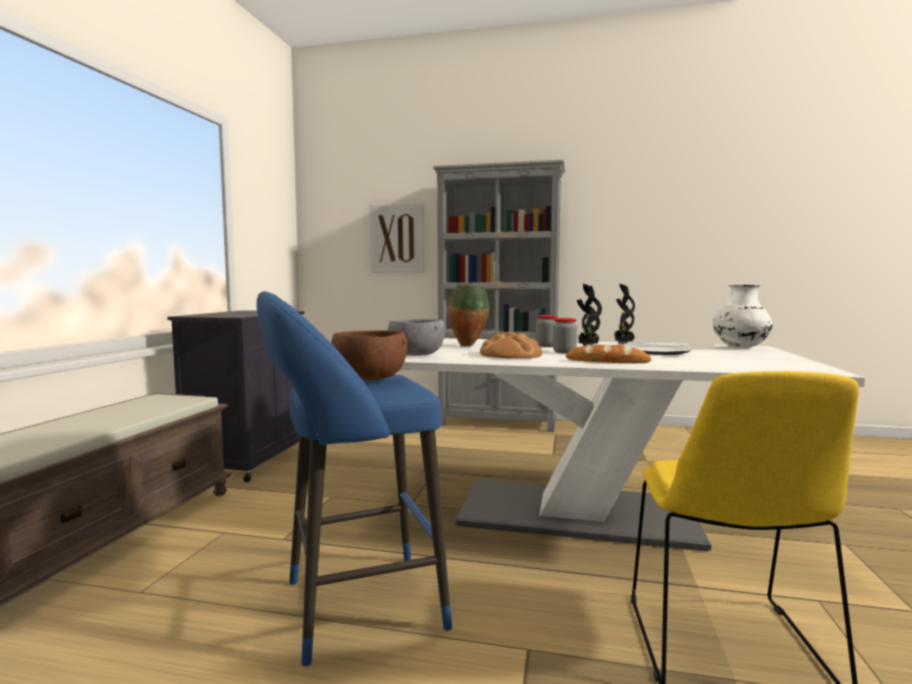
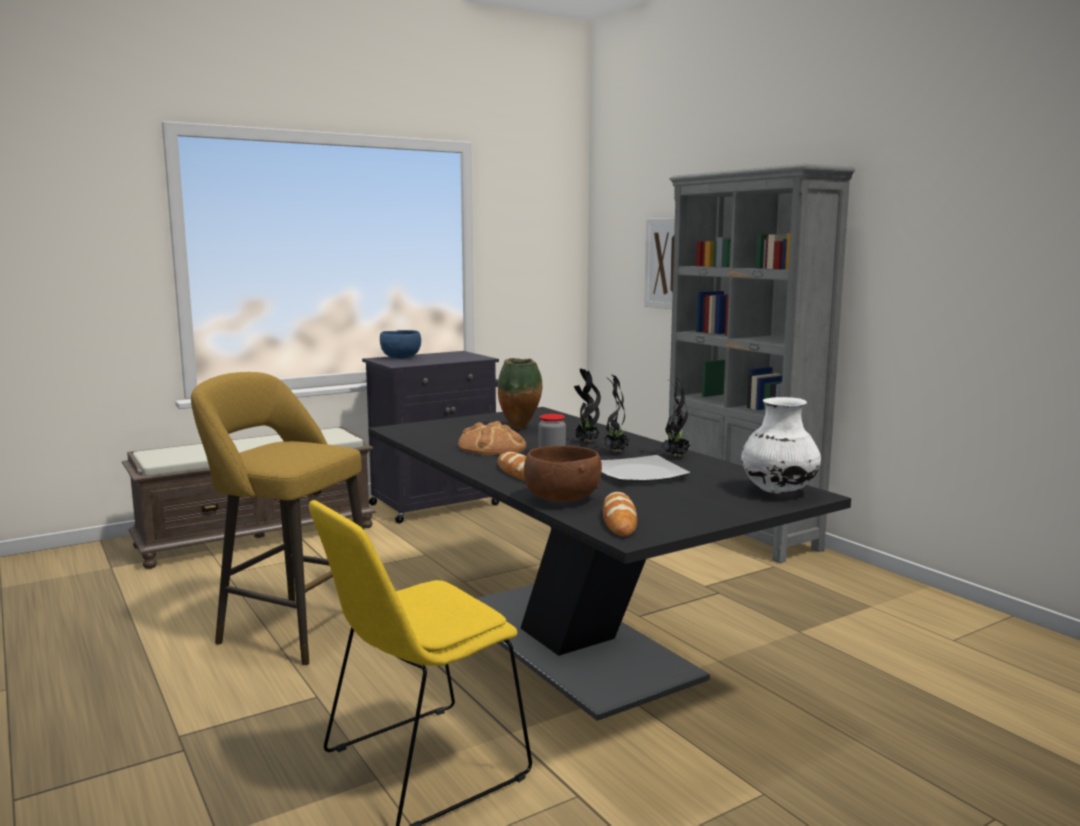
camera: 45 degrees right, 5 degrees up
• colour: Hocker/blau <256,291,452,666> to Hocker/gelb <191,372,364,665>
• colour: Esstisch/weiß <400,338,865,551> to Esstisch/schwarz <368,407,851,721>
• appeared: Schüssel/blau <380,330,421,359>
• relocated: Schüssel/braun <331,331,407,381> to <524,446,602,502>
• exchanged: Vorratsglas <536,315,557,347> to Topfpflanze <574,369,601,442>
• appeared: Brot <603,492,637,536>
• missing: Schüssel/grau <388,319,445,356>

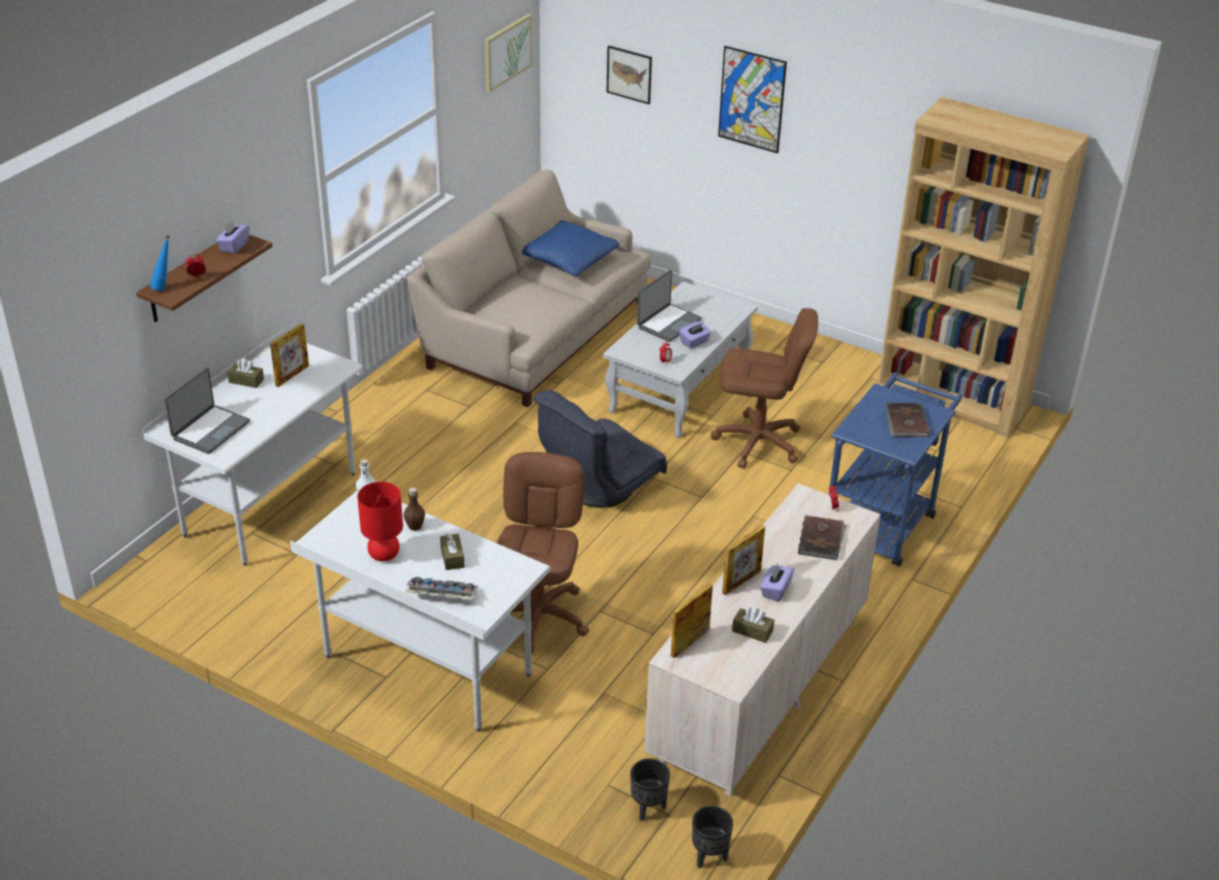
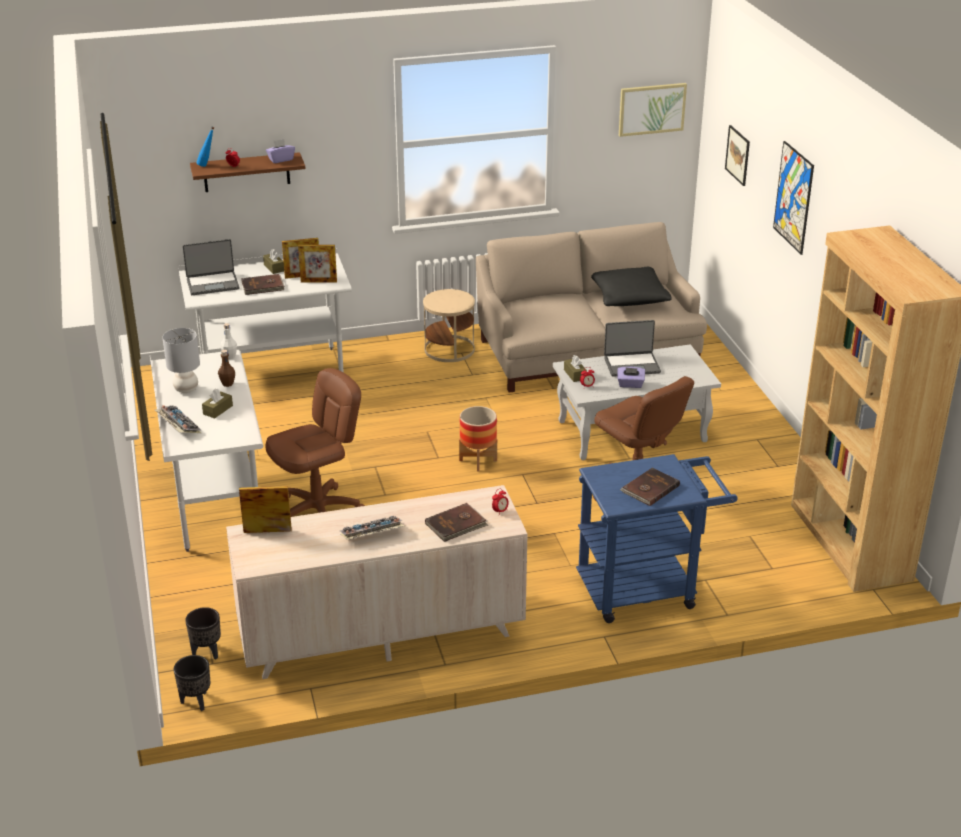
camera: 45 degrees right, 5 degrees down
• colour: Tischlampe/rot <357,482,403,562> to Tischlampe/grau <162,328,200,393>
• appeared: Buch/braun <241,274,285,295>
• relocated: Bilderrahmen <722,525,765,595> to <298,245,337,283>
• exchanged: Taschentuchbox/lila <760,563,794,602> to Tastatur <340,516,404,540>
• appeared: Beistelltisch/beige <423,289,475,362>
• exchanged: Sessel/grau <533,390,667,508> to Pflanzkübel <459,406,497,471>
• relocated: Taschentuchbox/braun <732,607,774,643> to <564,355,587,382>
• colour: Kissen/blau <522,220,619,276> to Kissen/schwarz <591,267,671,306>

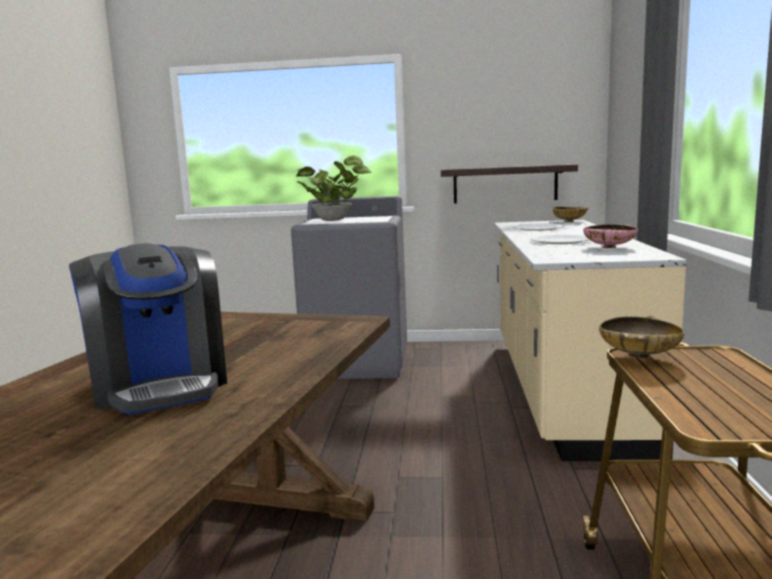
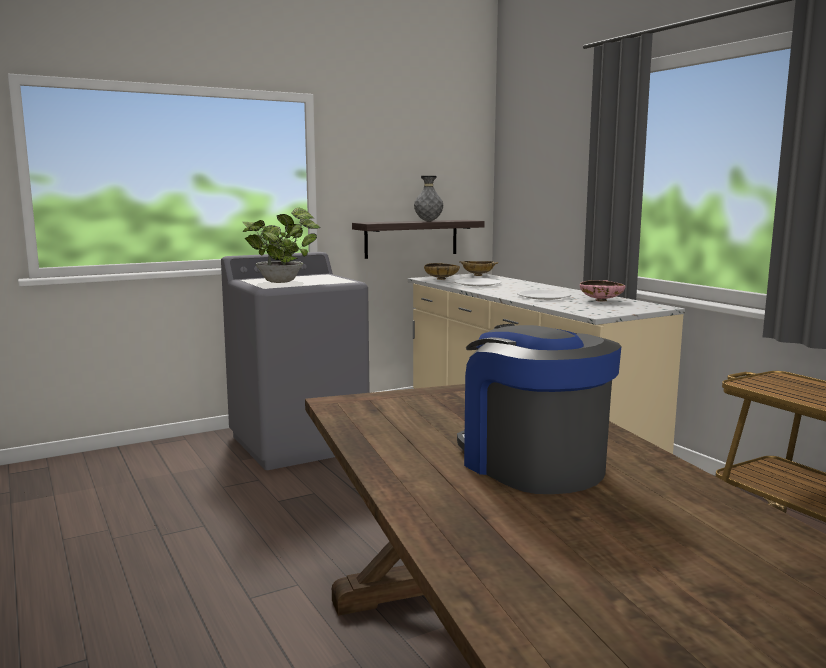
camera: 35 degrees left, 0 degrees up
• appeared: Vase/grau <414,176,443,221>
• relocated: Schüssel/beige <599,316,684,359> to <424,263,460,280>
• spun: Kaffeemaschine <69,243,227,415> = <457,324,622,494> 150 degrees counterclockwise

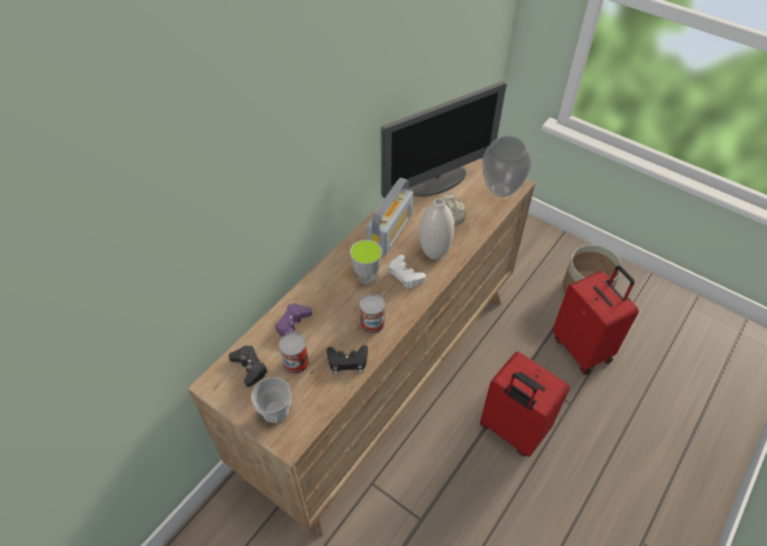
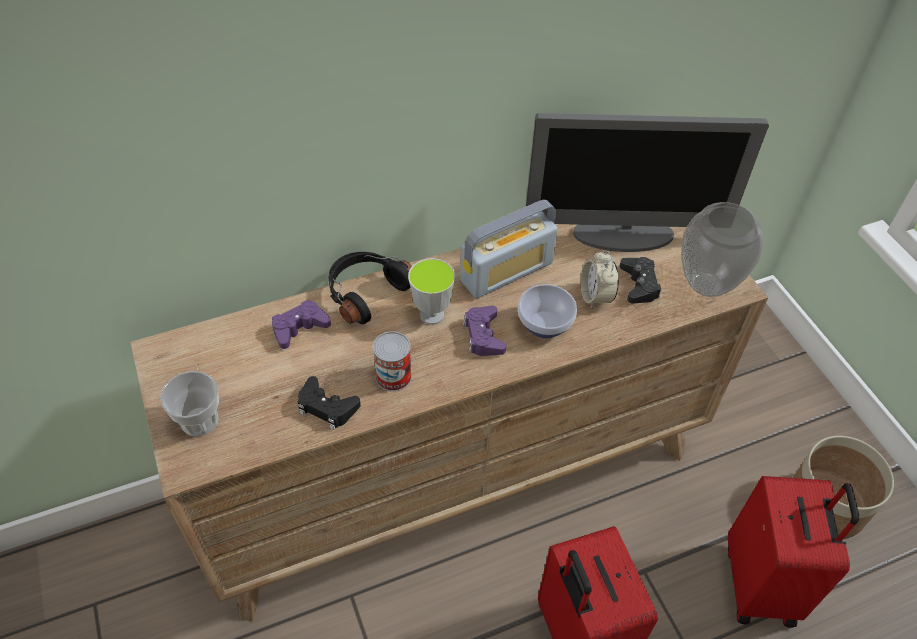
camera: 30 degrees right, 0 degrees up
• appeared: Kopfhörer/schwarz <329,252,412,324>
• colour: Gamepad/weiß <388,255,426,289> to Gamepad/lila <463,305,506,356>
• exchanged: Vase/weiß <419,198,454,260> to Schüssel <518,284,577,338>
• relocated: Gamepad/schwarz <228,346,268,387> to <620,257,661,304>
• missing: Dose <279,333,309,374>

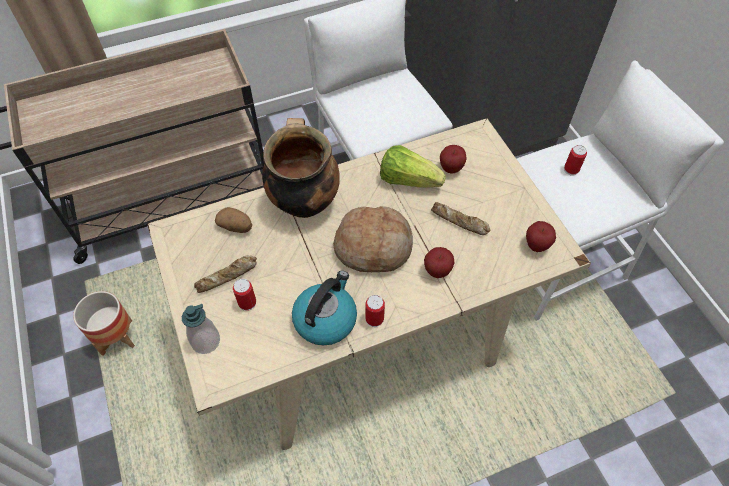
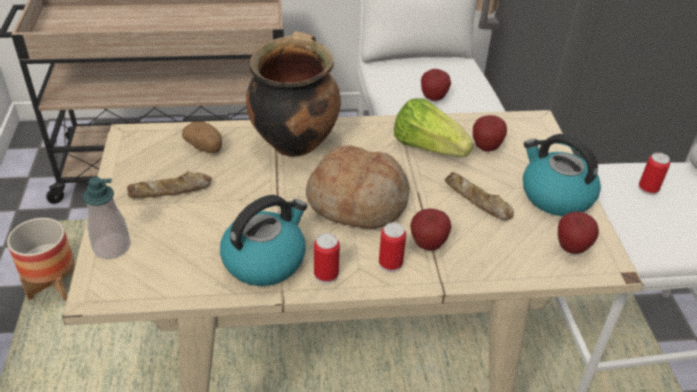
camera: 15 degrees right, 15 degrees down
• relocated: Dose <233,279,256,311> to <379,222,406,272>
• appeared: Apfel <421,69,451,101>
• appeared: Wasserkessel <523,134,601,216>

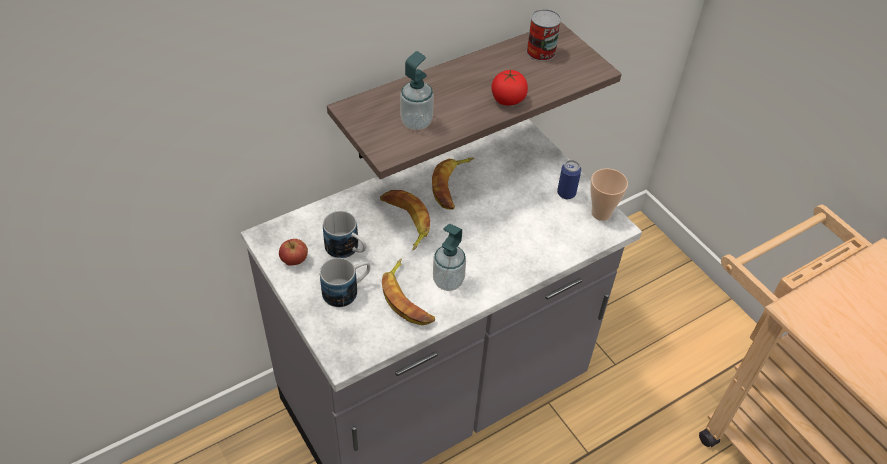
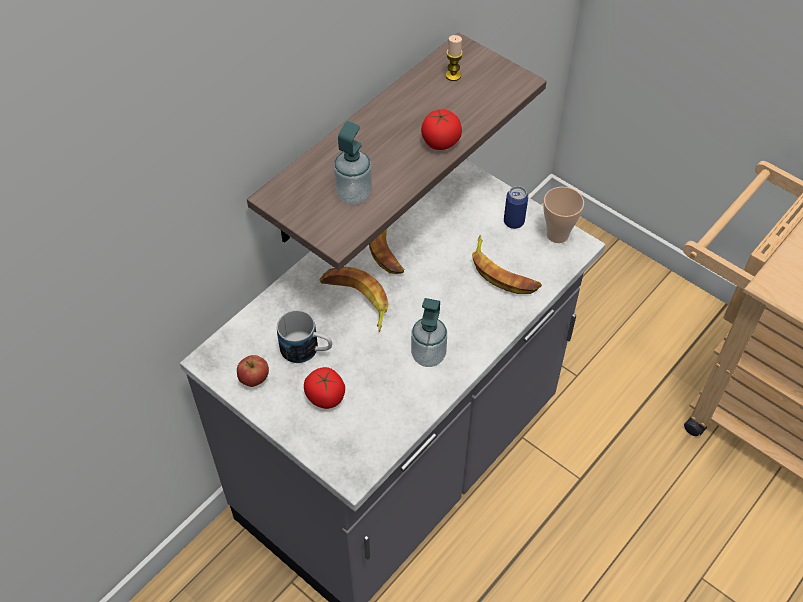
camera: 15 degrees left, 5 degrees up
• exchanged: Henkelbecher <320,258,371,307> to Tomate <304,367,345,409>
• exchanged: Dose <527,9,561,61> to Kerze <445,35,463,81>
• relocated: Banane <382,258,435,325> to <472,235,542,294>

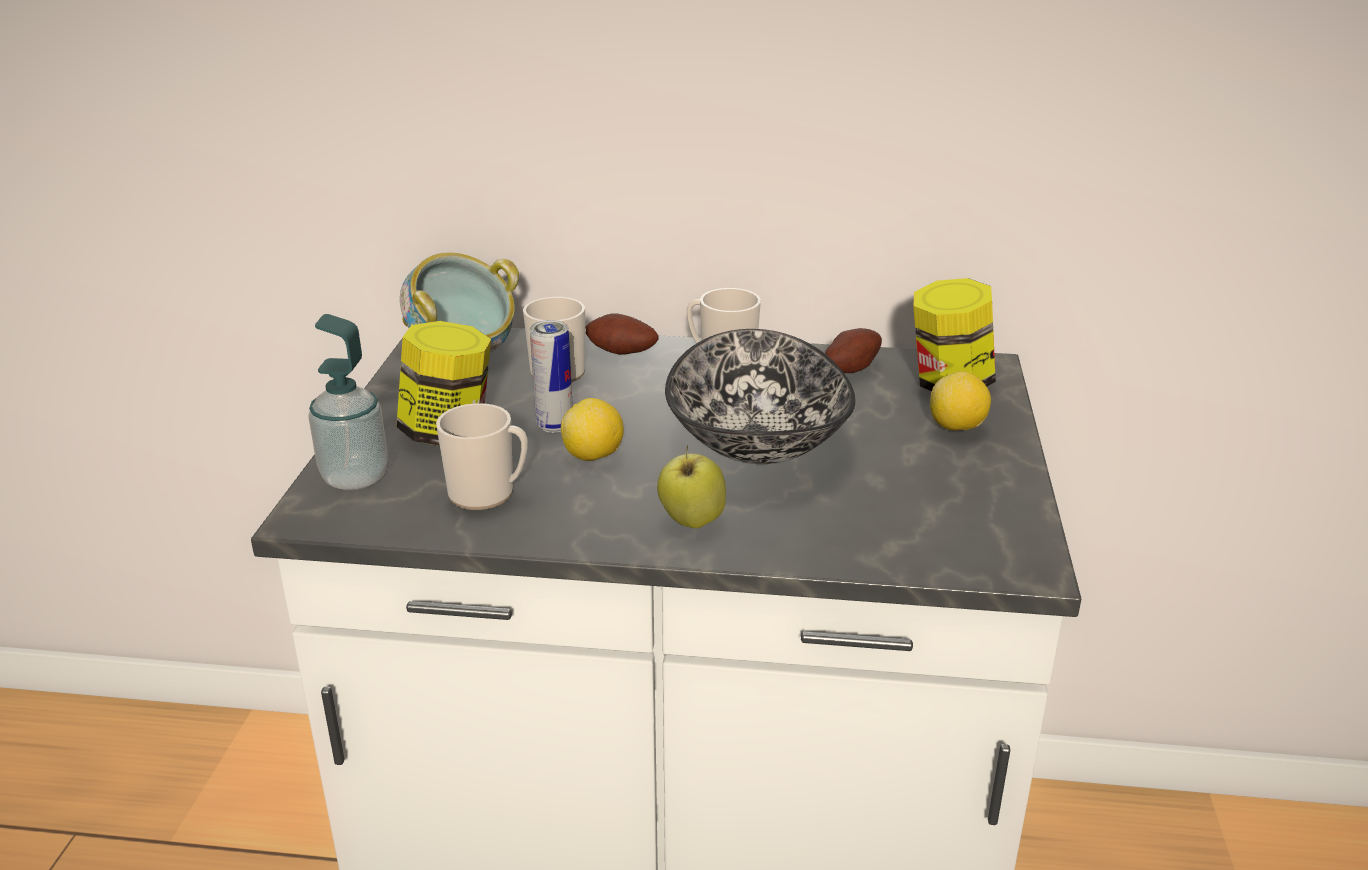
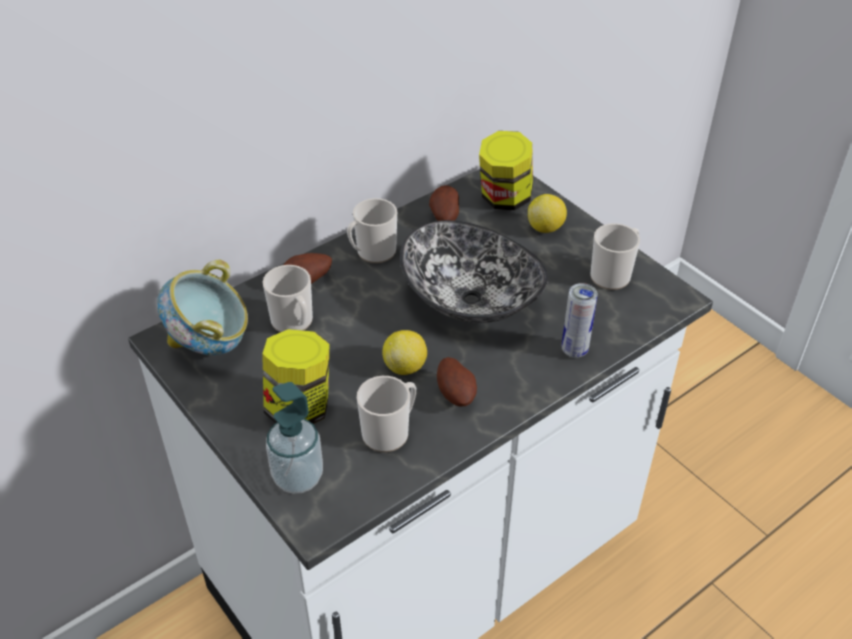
camera: 45 degrees left, 15 degrees up
• appeared: Kartoffel <437,357,477,407>
• relocated: Dose <530,320,573,433> to <562,283,598,358>
• appeared: Henkelbecher <590,223,640,290>
• missing: Apfel <657,445,726,528>

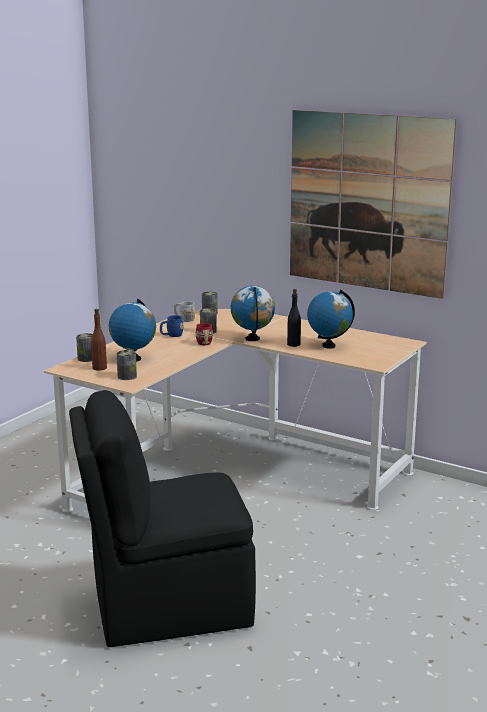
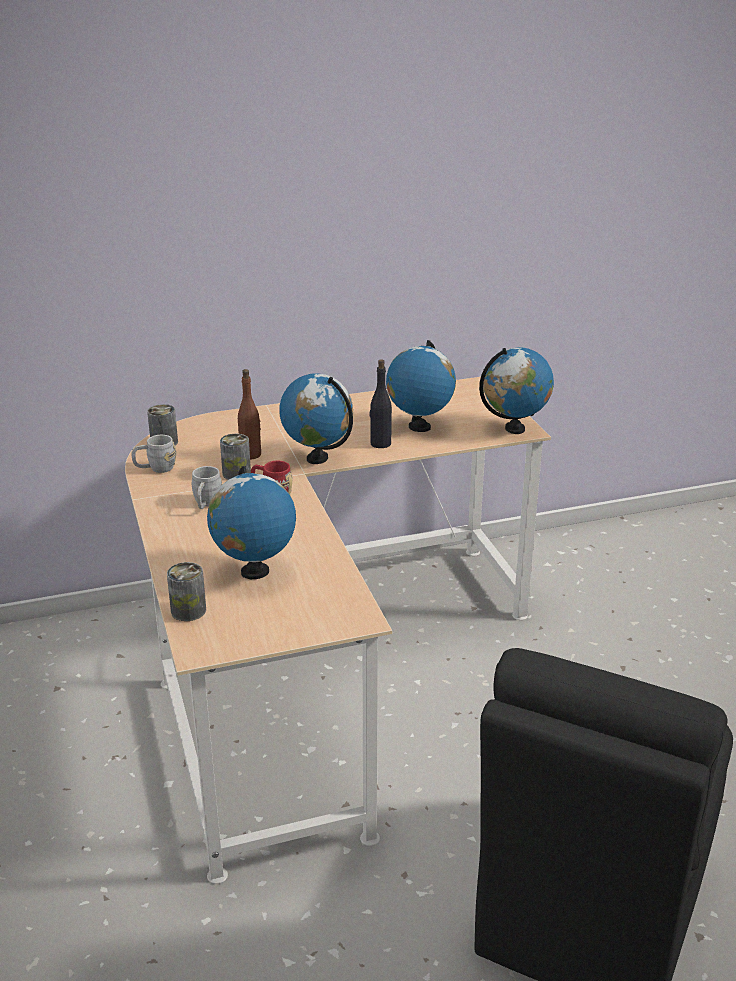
camera: 50 degrees left, 10 degrees up
• colour: Henkelbecher/blau <160,315,184,337> to Henkelbecher/grau <191,466,222,509>
• relocated: Flasche/braun <91,309,107,371> to <238,369,261,460>
• appeared: Globus <479,347,554,434>
• missing: Dose <117,350,137,380>
• missing: Bild <290,110,456,299>

